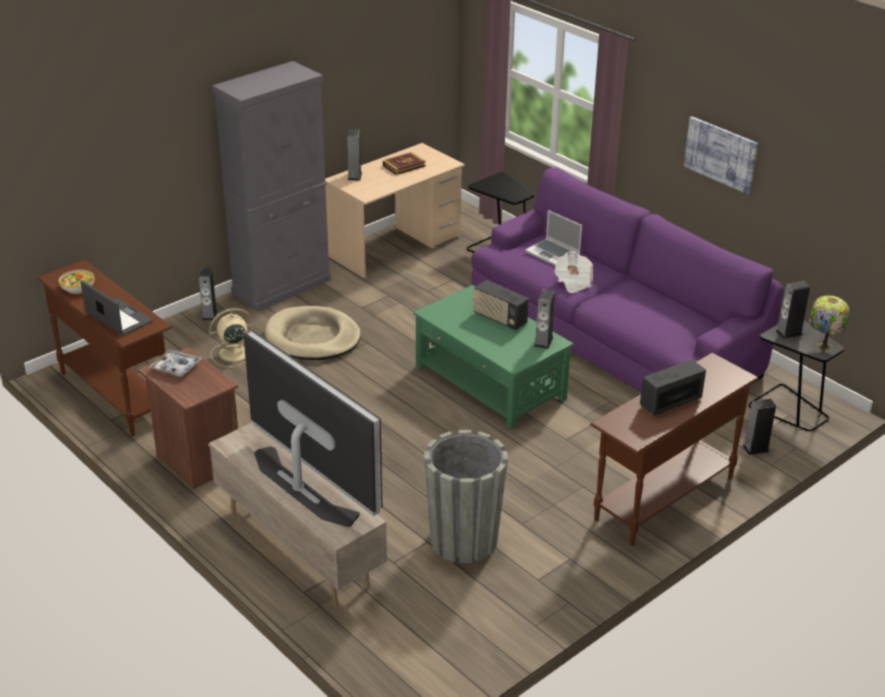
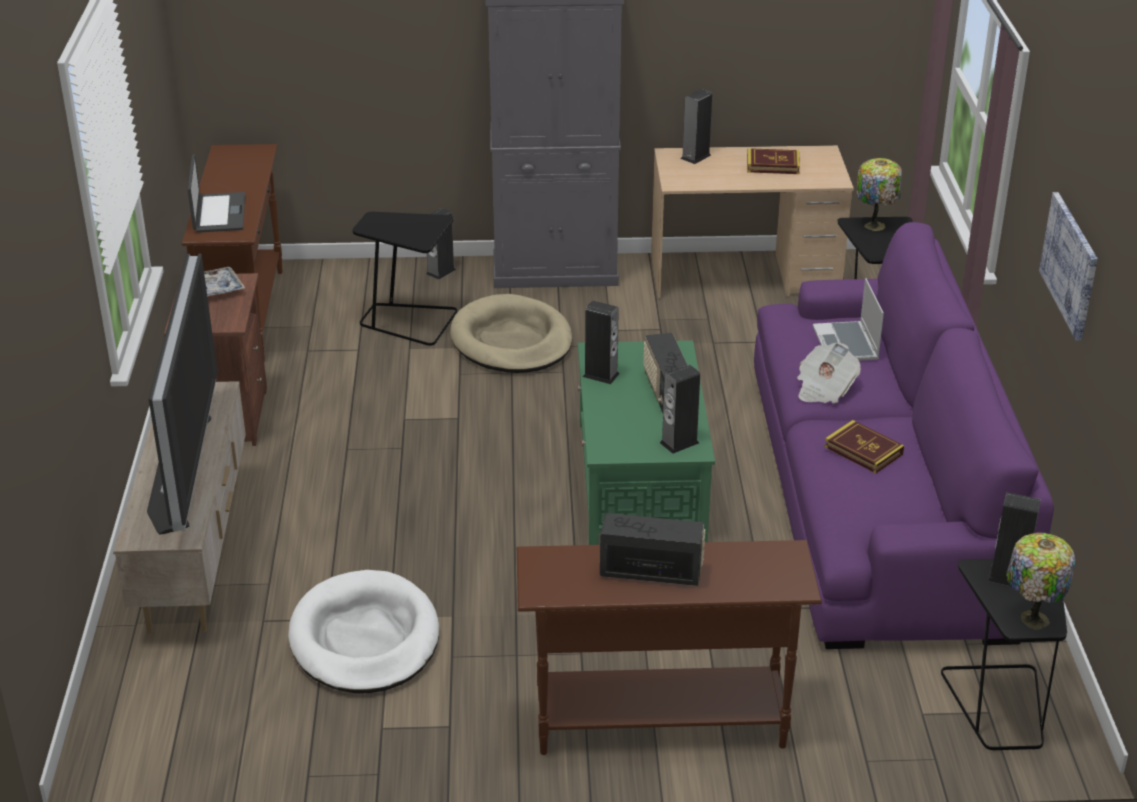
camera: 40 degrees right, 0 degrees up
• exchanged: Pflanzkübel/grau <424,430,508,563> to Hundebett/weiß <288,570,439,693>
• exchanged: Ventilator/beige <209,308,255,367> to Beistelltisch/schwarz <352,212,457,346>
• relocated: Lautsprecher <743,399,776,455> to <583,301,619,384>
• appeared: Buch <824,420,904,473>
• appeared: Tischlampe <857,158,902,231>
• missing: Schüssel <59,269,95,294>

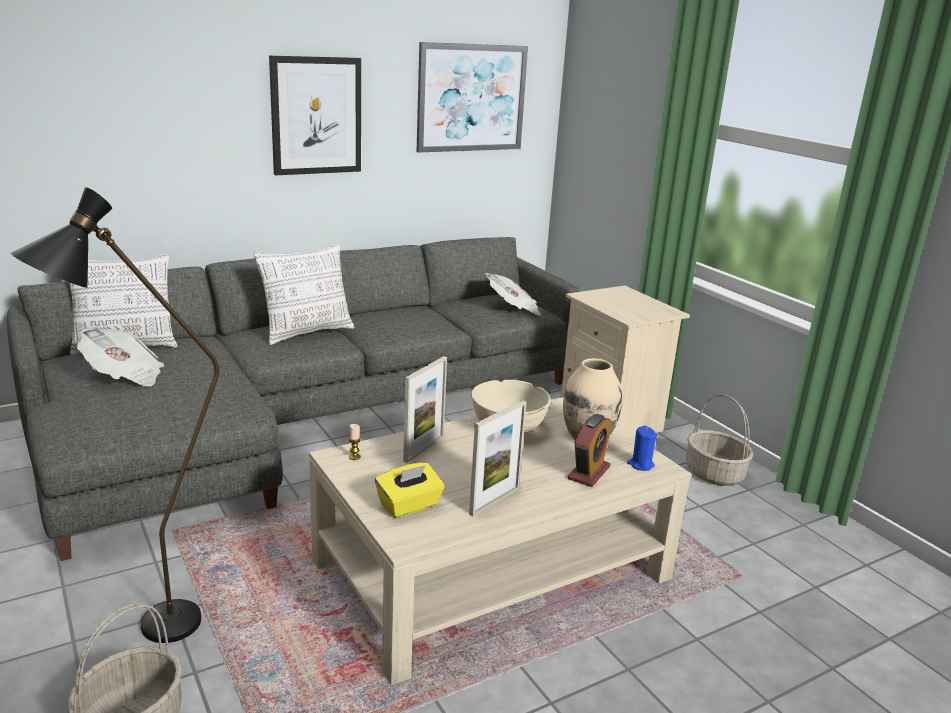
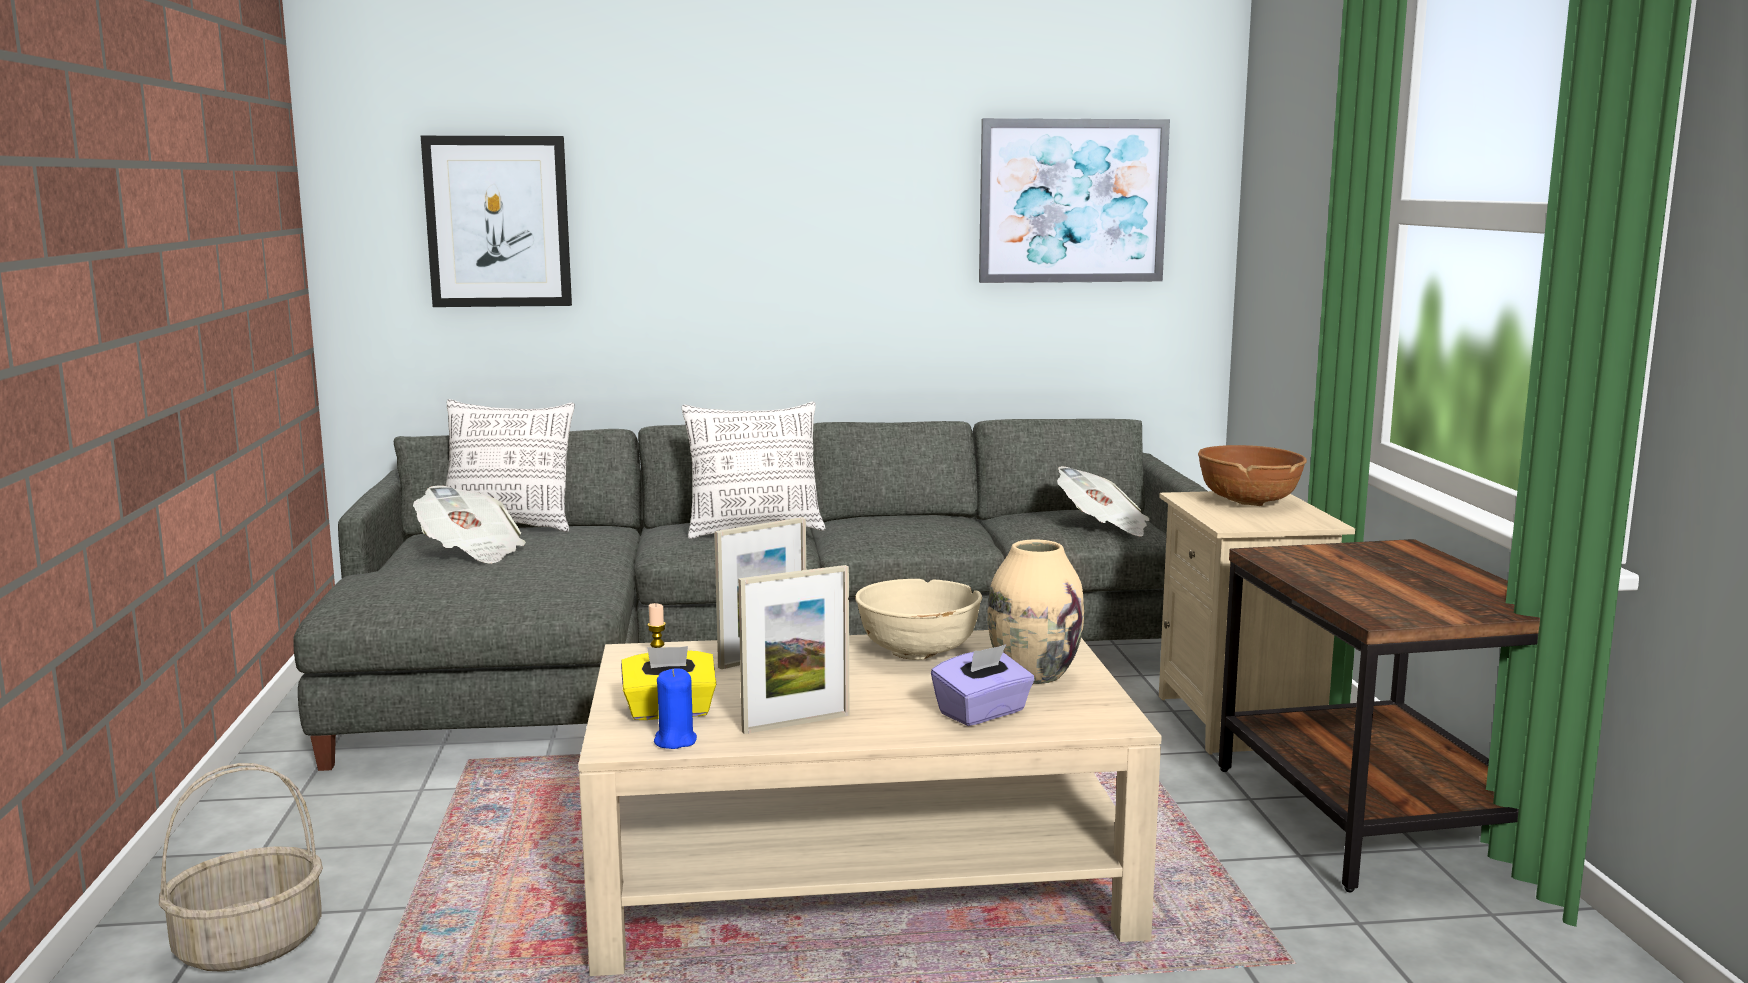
camera: 25 degrees right, 10 degrees down
• relocated: Bild <269,56,361,175> to <421,136,572,307>
• relocated: Kerze/blau <627,426,657,471> to <654,668,697,749>
• exchanged: Wecker <568,414,613,487> to Taschentuchbox/lila <931,645,1035,726>
• appeared: Schüssel/braun <1198,445,1307,506>
• exchanged: Korb <686,394,753,486> to Beistelltisch/braun <1218,539,1540,892>
• missing: Stehlampe/schwarz <11,187,219,643>

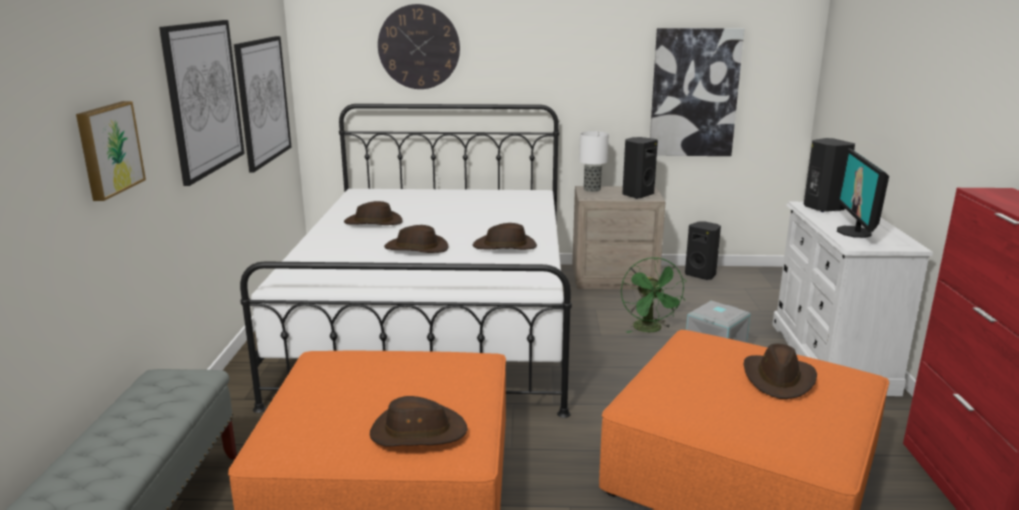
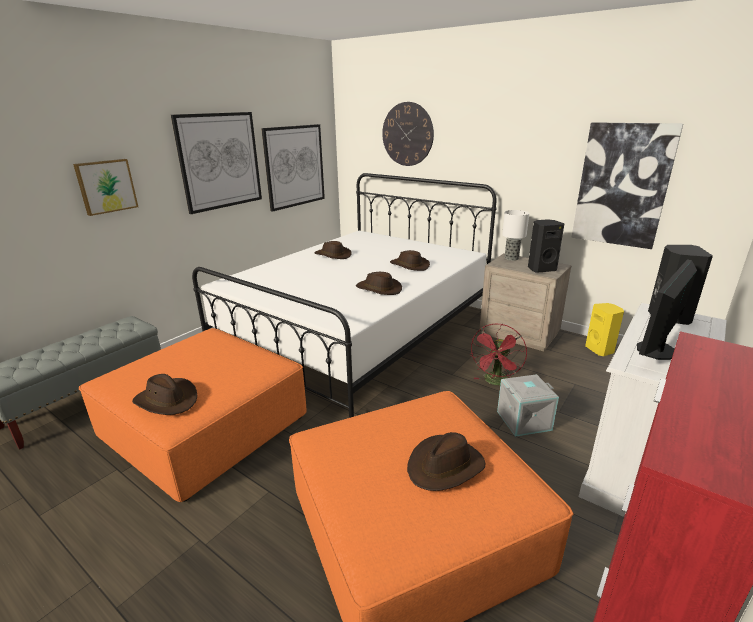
camera: 35 degrees right, 5 degrees up
• relocated: Hut/braun <384,225,448,253> to <390,250,430,271>
• colour: Ventilator/grün <621,257,686,333> to Ventilator/rot <470,324,527,385>
• colour: Lautsprecher/schwarz <685,221,721,280> to Lautsprecher/gelb <585,303,624,356>

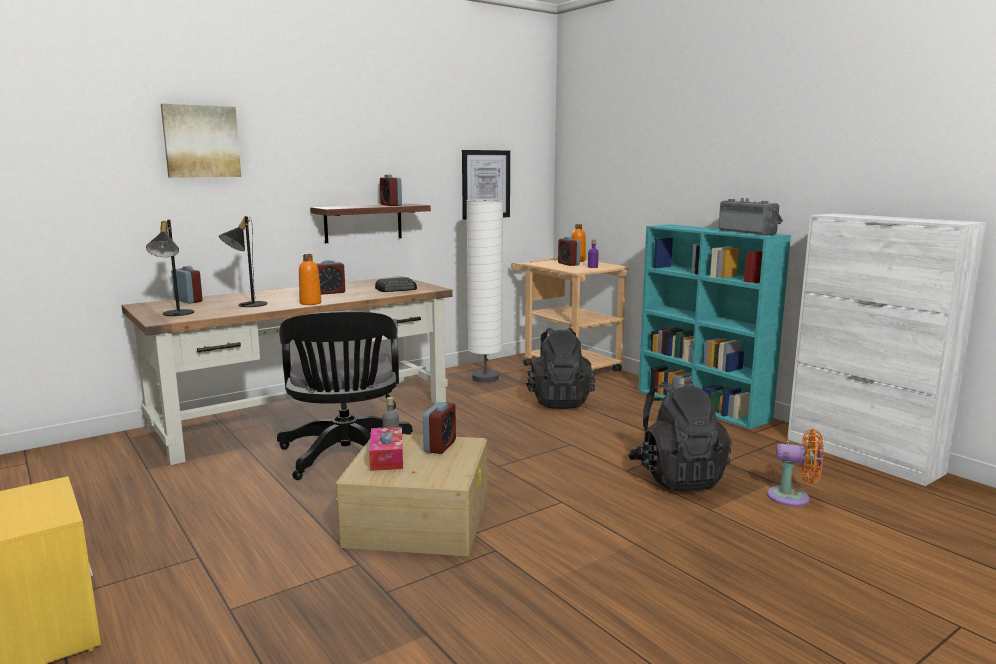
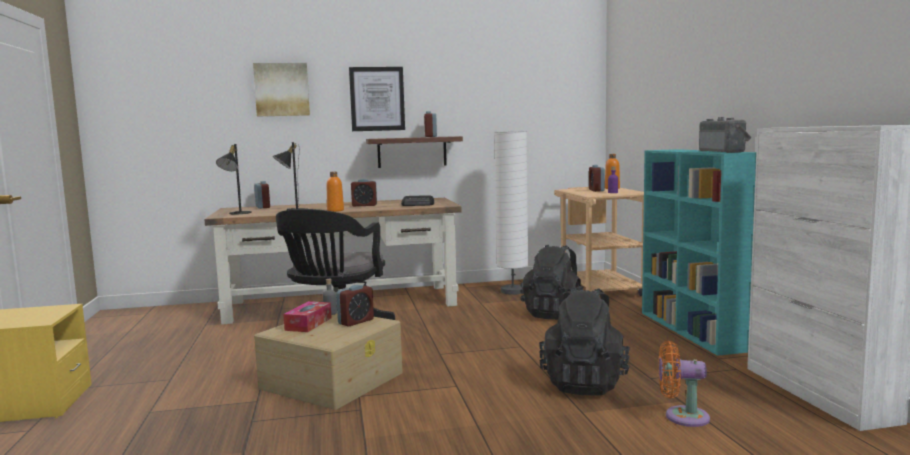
camera: 25 degrees right, 5 degrees down
• relocated: Bild <462,150,510,220> to <349,67,405,131>
• spun: Ventilator/orange <767,429,824,507> = <659,341,710,427> 150 degrees clockwise

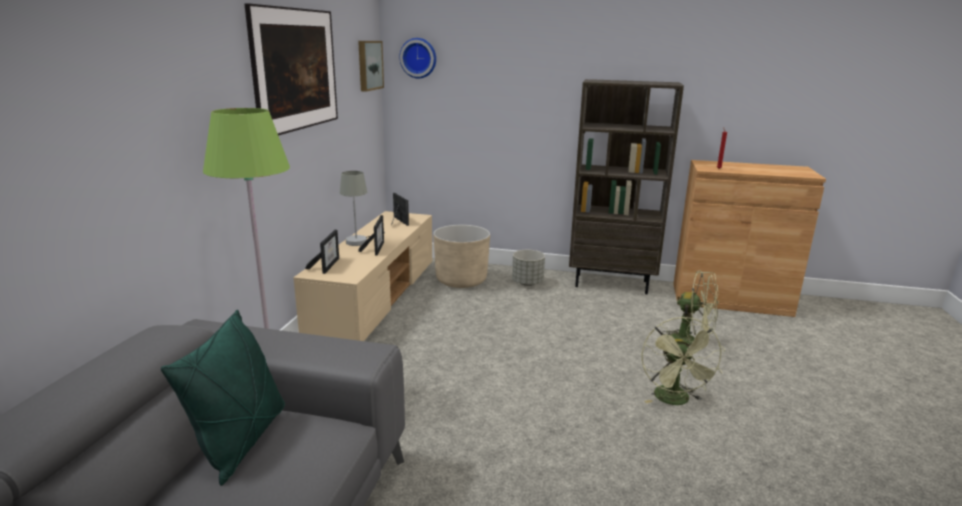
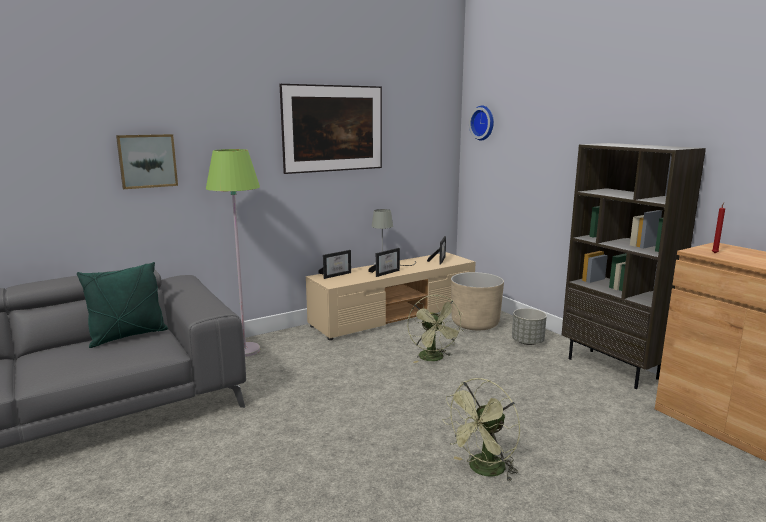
camera: 45 degrees right, 5 degrees down
• relocated: Bild <358,41,384,92> to <116,134,178,189>
• relocated: Ventilator/grün <664,270,719,345> to <407,294,463,363>

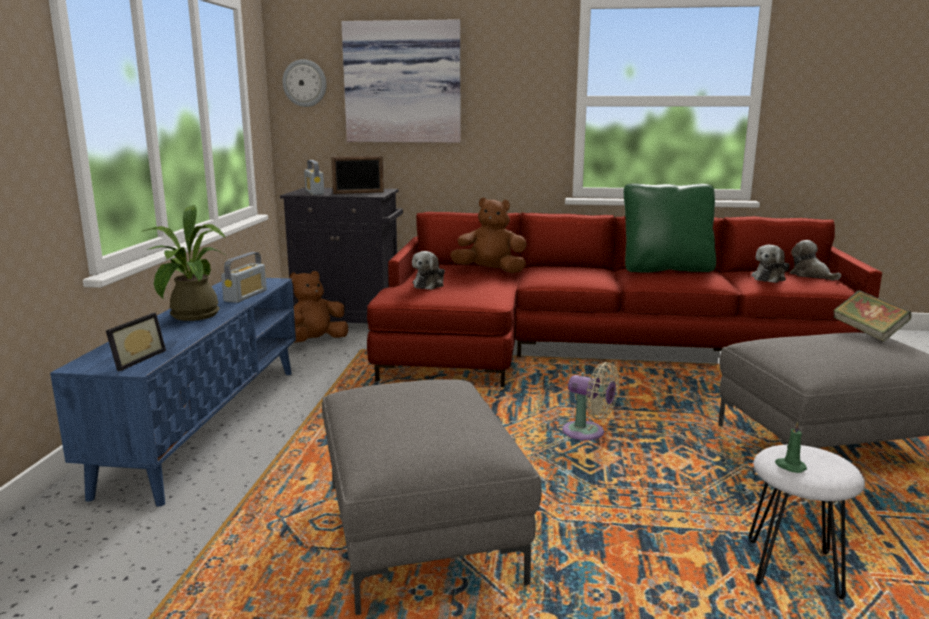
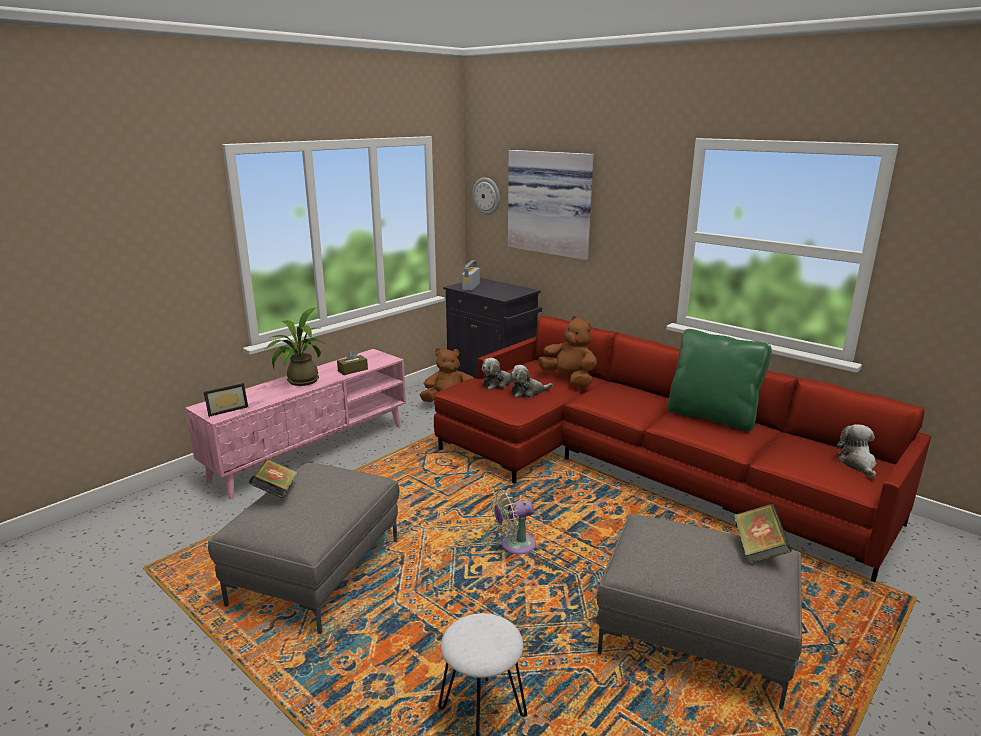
camera: 35 degrees right, 5 degrees up
• colour: Fernsehschrank/blau <50,278,296,507> to Fernsehschrank/rosa <185,349,406,499>
• appeared: Buch <249,459,298,498>
• exchanged: Radio <221,252,267,303> to Taschentuchbox/braun <337,349,368,375>
• spun: Ventilator/beige <562,362,619,440> = <492,490,536,554> 90 degrees clockwise
• relocated: Plüschtier <751,245,790,283> to <509,365,553,398>
• missing: Bilderrahmen <331,156,384,194>
• missing: Kerze/grün <775,421,807,473>

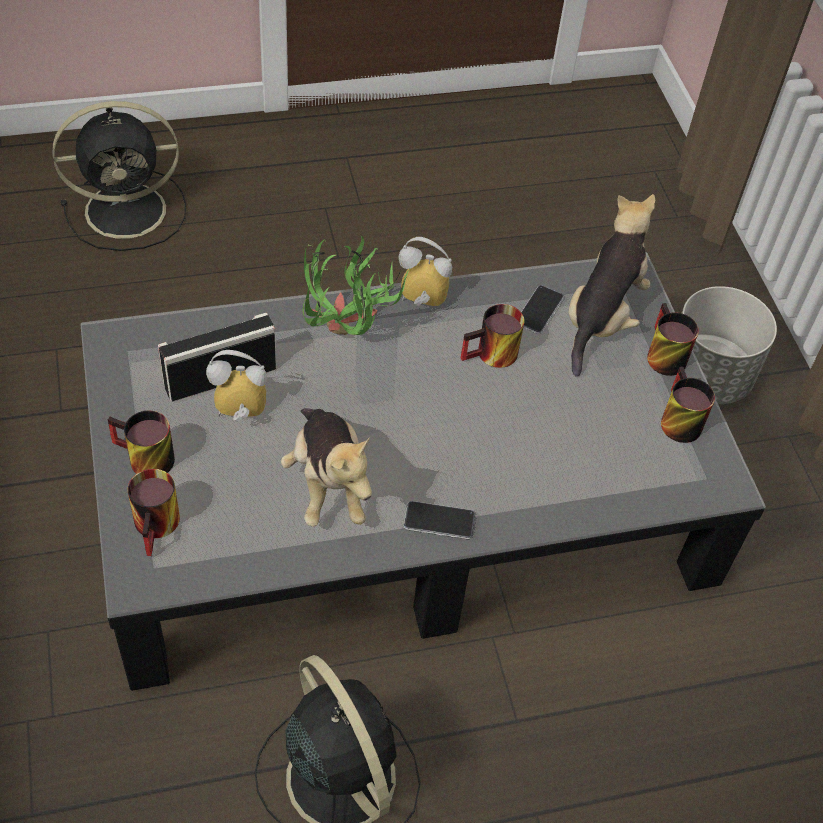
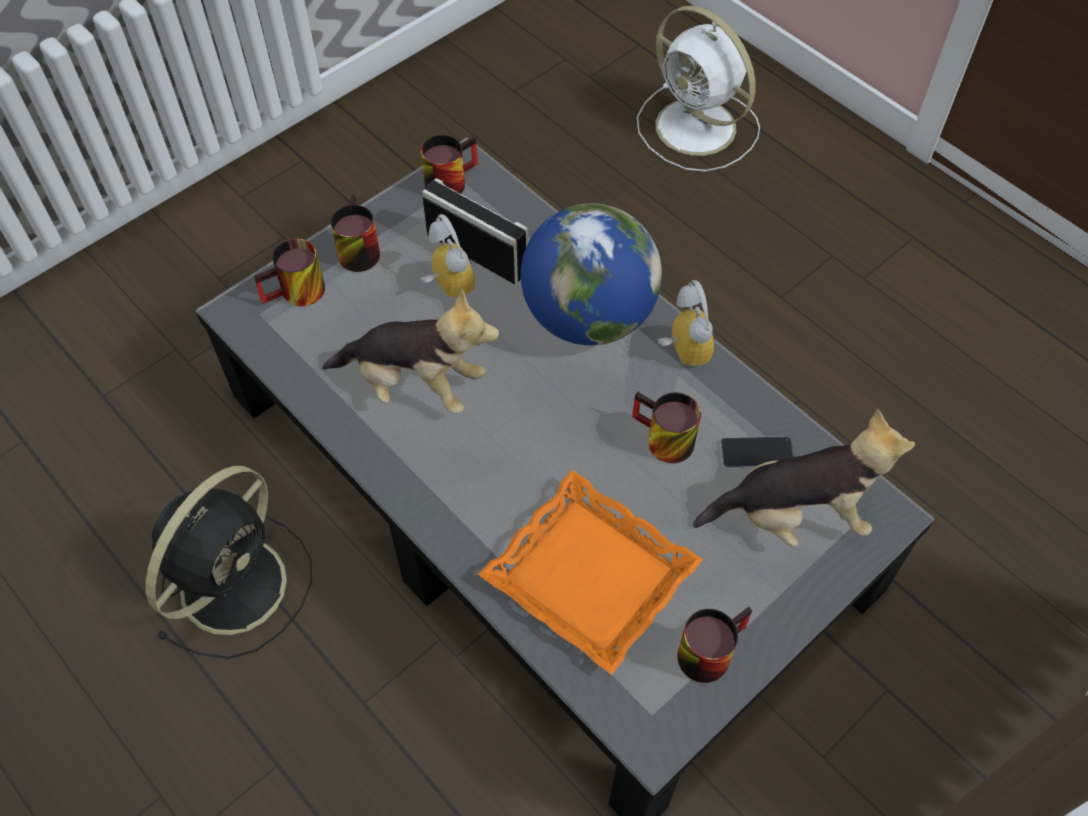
camera: 65 degrees right, 5 degrees up
• spun: Plüschtier <281,408,372,527> = <322,289,499,414> 120 degrees counterclockwise
• relocated: Henkelbecher <647,303,699,376> to <421,135,478,194>
• appeared: Tablett/orange <478,470,703,675>
• exchanged: Topfpflanze <303,236,410,335> to Globus <521,203,662,345>
• colour: Ventilator/schwarz <53,101,186,251> to Ventilator/weiß <637,6,760,172>
• missing: Handy <404,501,475,539>
• missing: Pflanzkübel/grau <682,286,777,404>

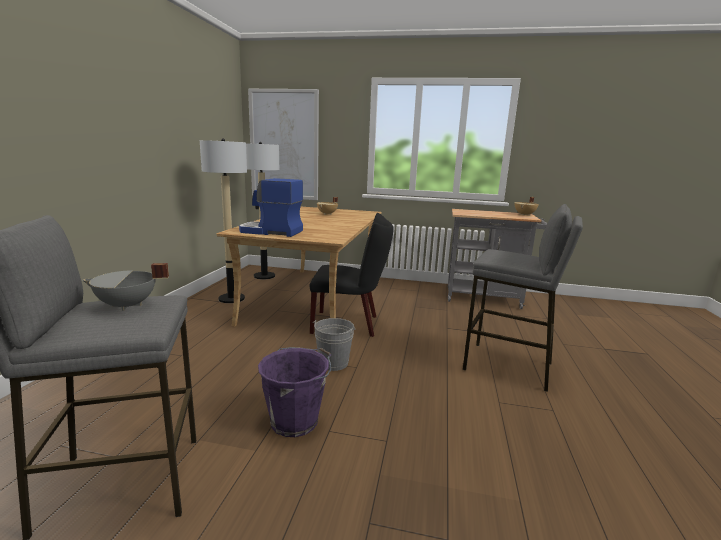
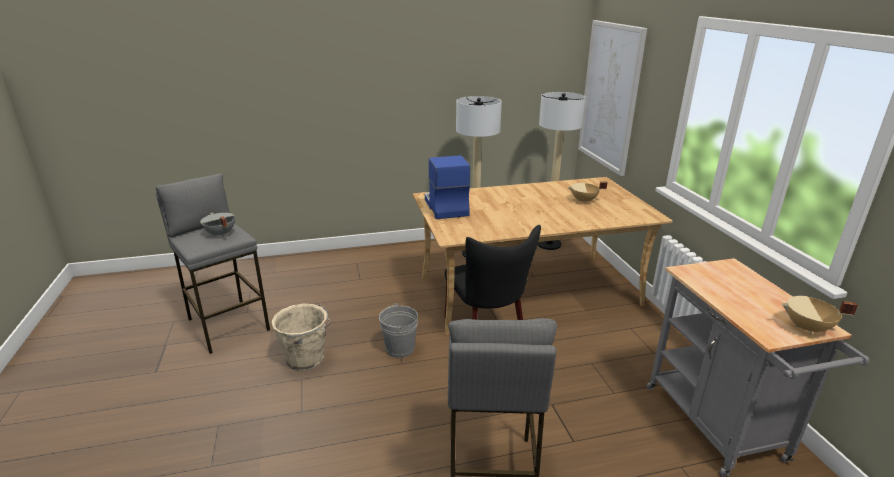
camera: 65 degrees right, 10 degrees up
• colour: Eimer/lila <258,347,331,437> to Eimer/beige <272,304,332,371>

